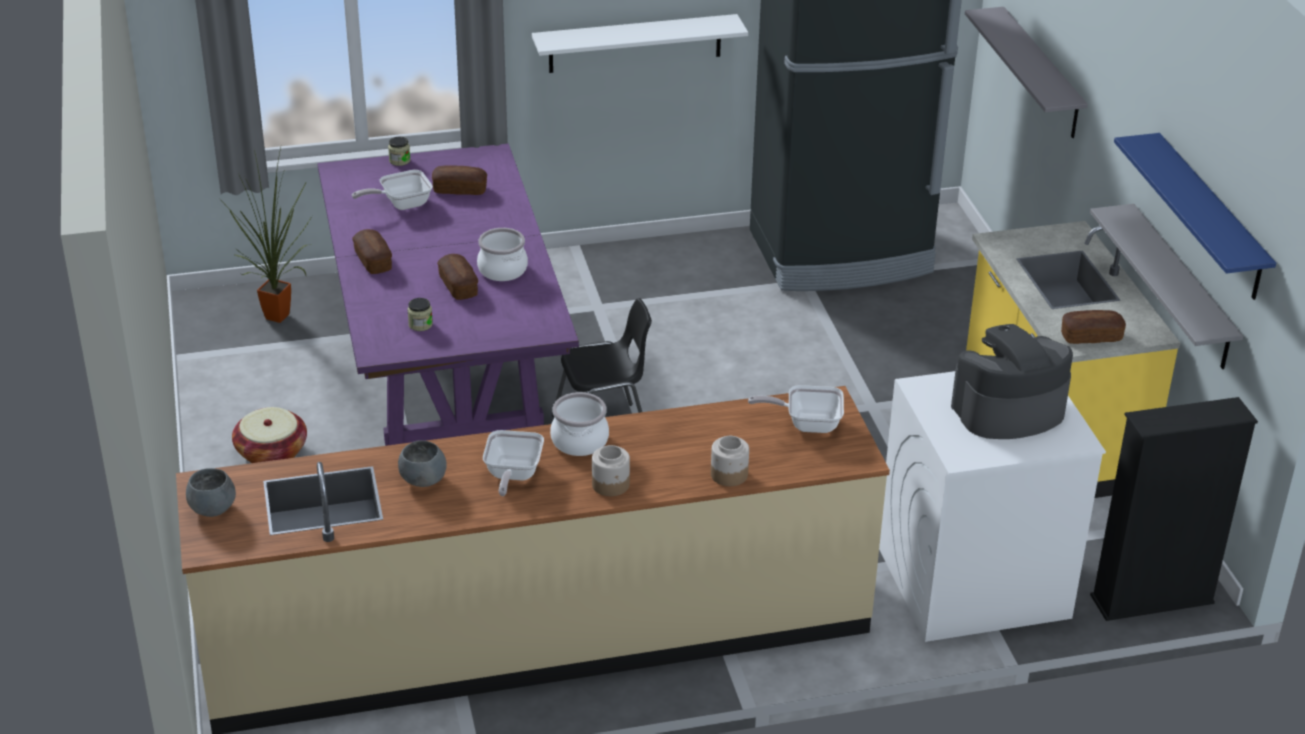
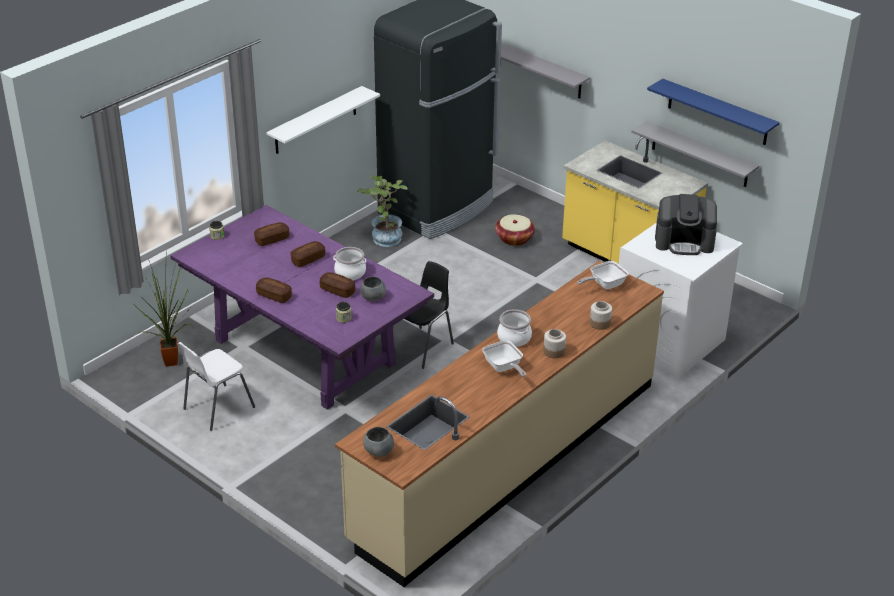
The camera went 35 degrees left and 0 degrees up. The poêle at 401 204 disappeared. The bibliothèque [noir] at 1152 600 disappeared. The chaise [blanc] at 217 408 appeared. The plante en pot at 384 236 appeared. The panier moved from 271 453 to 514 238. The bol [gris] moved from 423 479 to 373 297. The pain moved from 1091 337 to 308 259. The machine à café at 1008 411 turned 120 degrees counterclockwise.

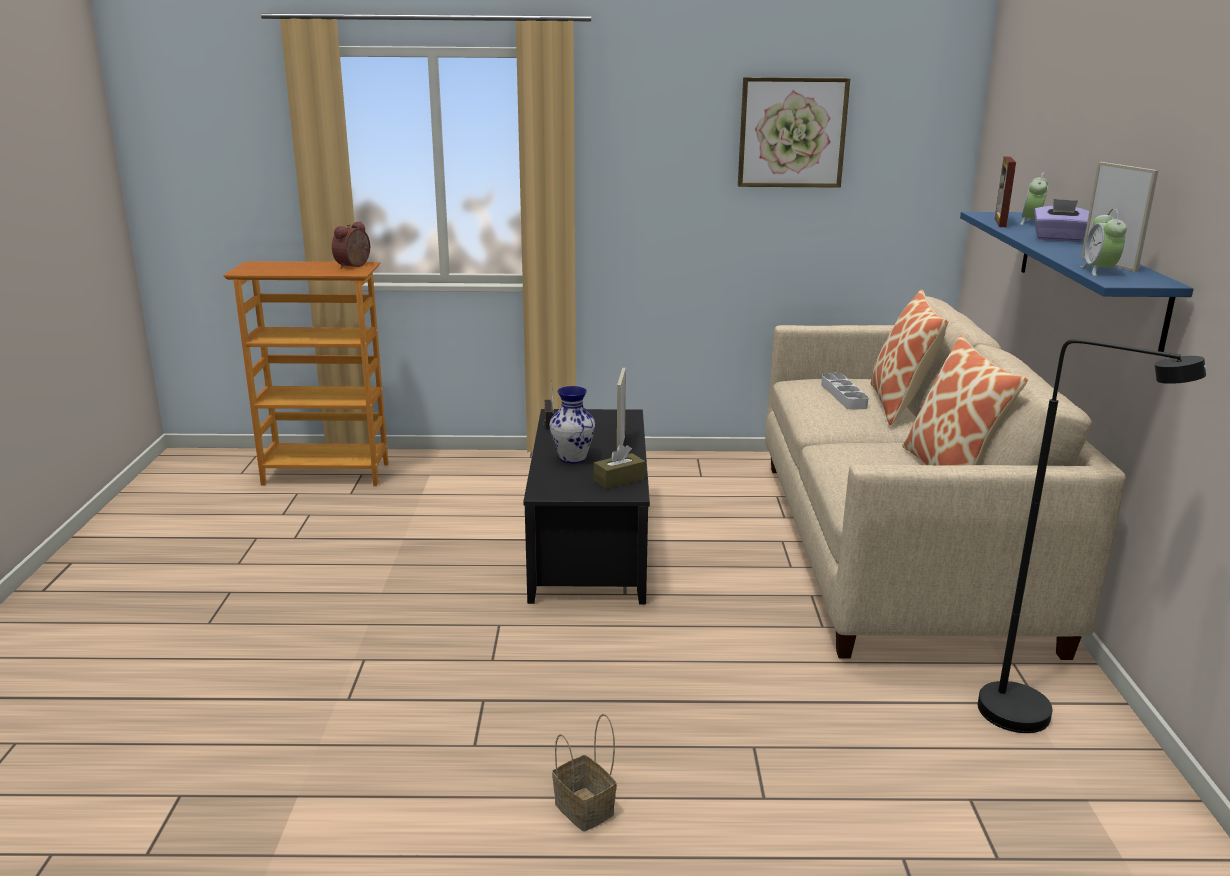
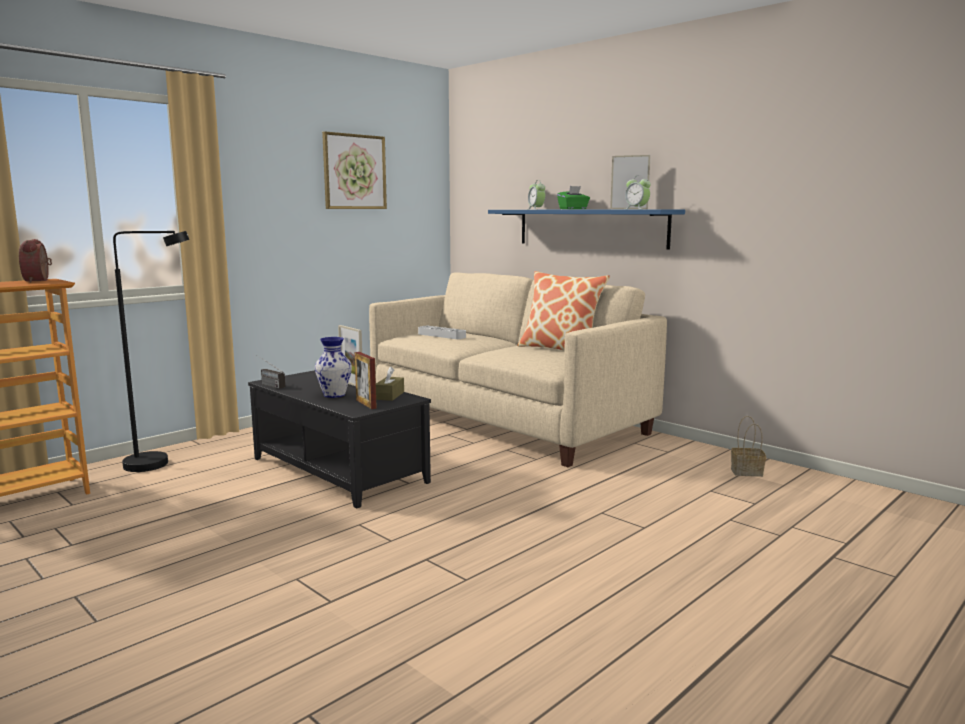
The camera went 45 degrees left and 10 degrees down. The coussin at 900 405 disappeared. The panier moved from 586 809 to 747 472. The lampadaire [noir] moved from 1035 717 to 159 463. The cadre photo moved from 1000 223 to 366 404. The boîte à mouchoirs [violet] at 1058 239 became the boîte à mouchoirs [vert] at 573 209.

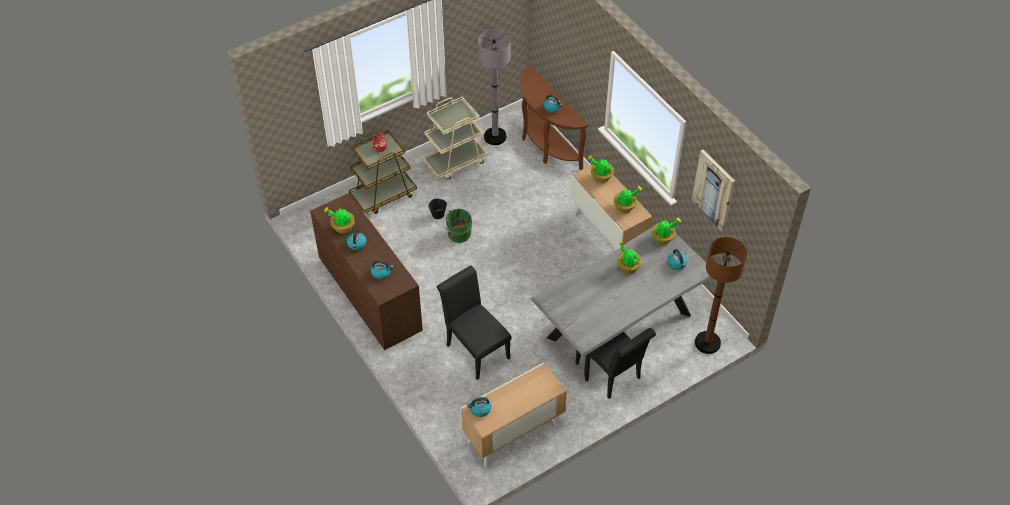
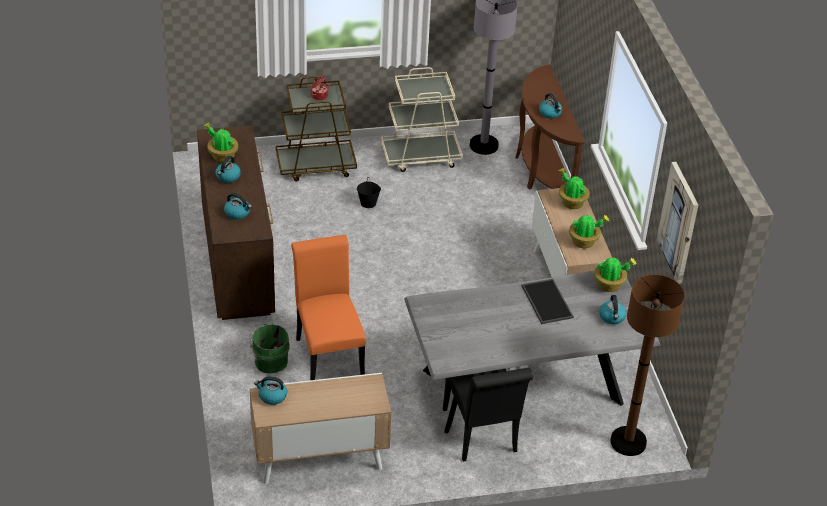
The camera went 20 degrees right and 10 degrees down. The seau [vert] moved from 458 234 to 269 362. The plante en pot at 627 267 was replaced by the plateau at 546 301. The chaise [noir] at 475 348 became the chaise [orange] at 328 353.

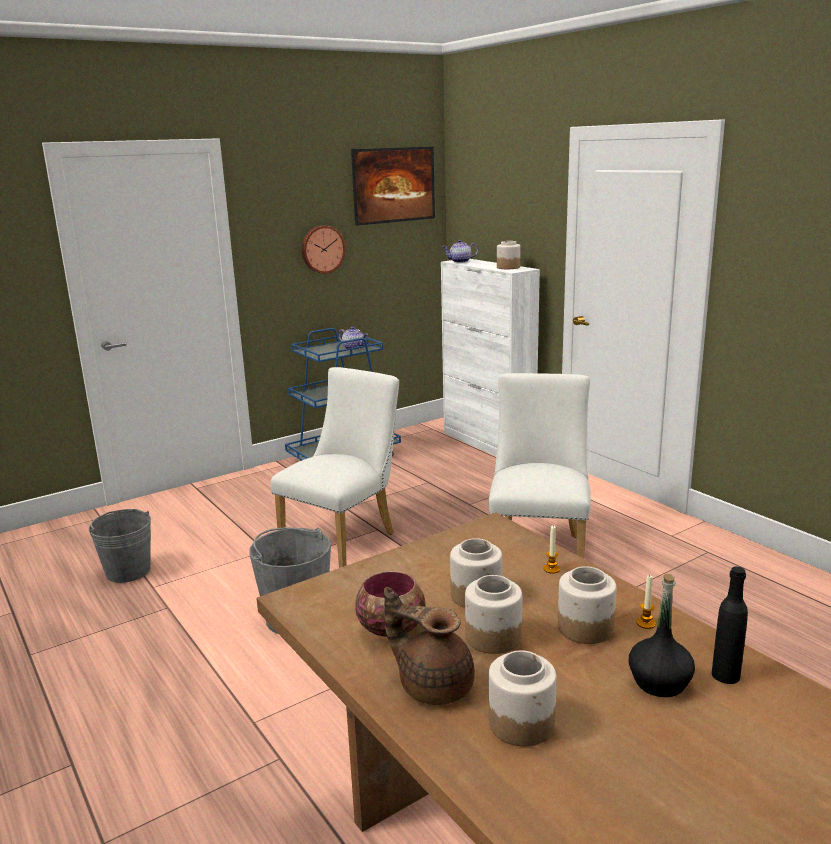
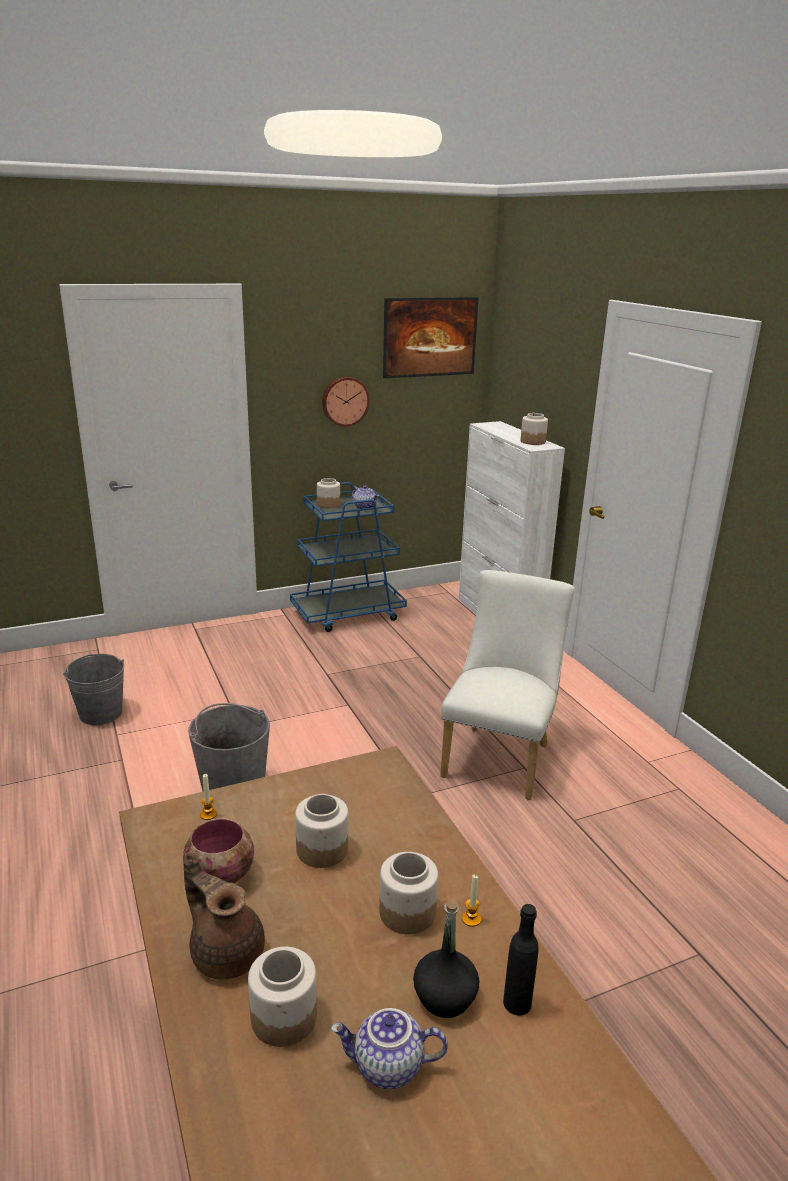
The camera went 10 degrees right and 5 degrees up. The chaise [blanc] at 344 538 disappeared. The théière moved from 460 261 to 387 1067. The bocal moved from 492 637 to 328 504. The bougie moved from 551 569 to 208 814.

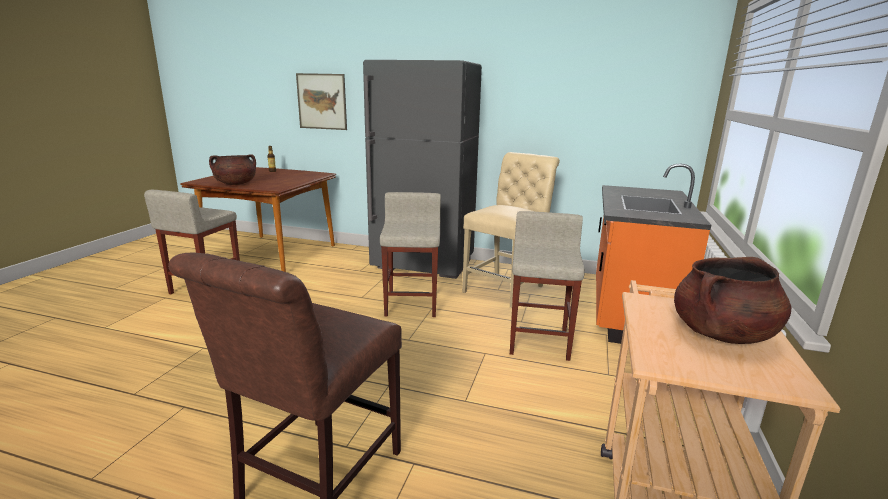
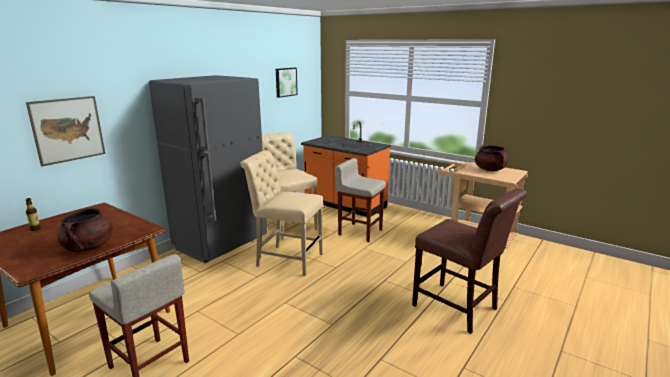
The camera went 70 degrees left and 0 degrees up. The tableau at 285 82 appeared. The tabouret [beige] at 411 304 was replaced by the chaise [beige] at 286 259.

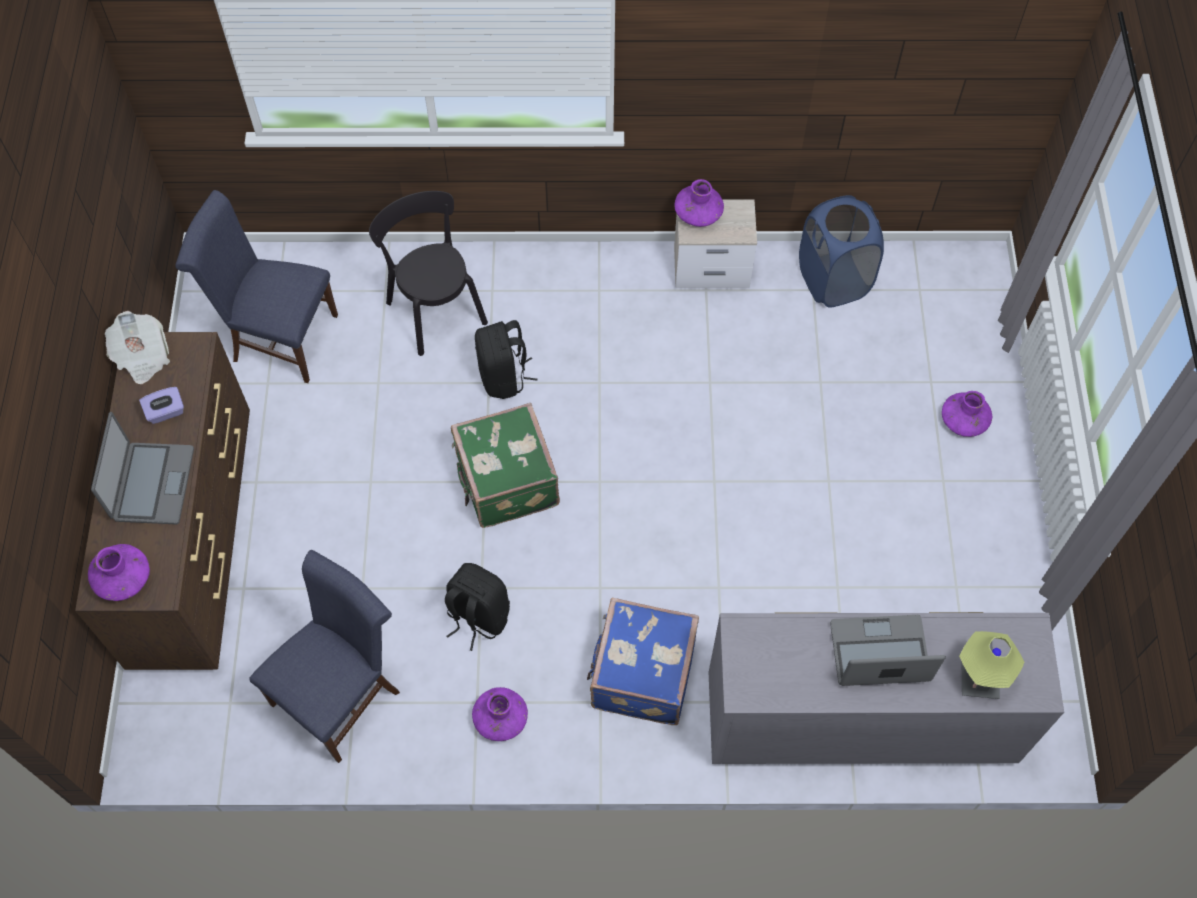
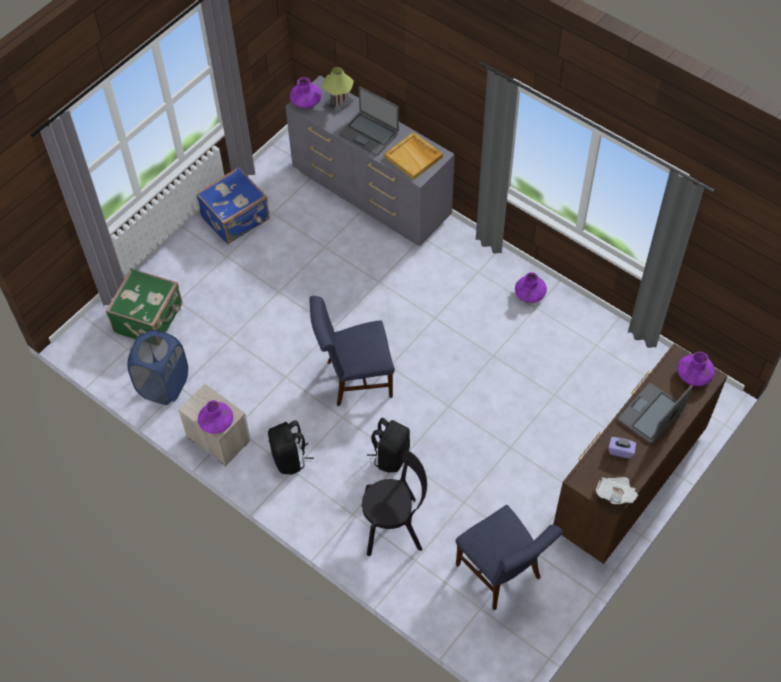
The camera went 140 degrees left and 5 degrees down. The plateau [beige] at 414 157 appeared. The chaise [bleu] moved from 341 692 to 354 379. The sac à dos [noir] moved from 477 616 to 290 458. The valise [vert] moved from 505 482 to 150 319. The valise [bleu] moved from 640 674 to 236 219. The vase [violet] moved from 963 421 to 306 101. The chaise [noir] at 434 309 turned 105 degrees counterclockwise.

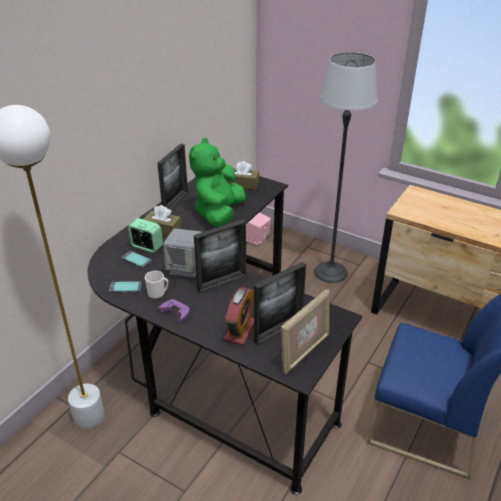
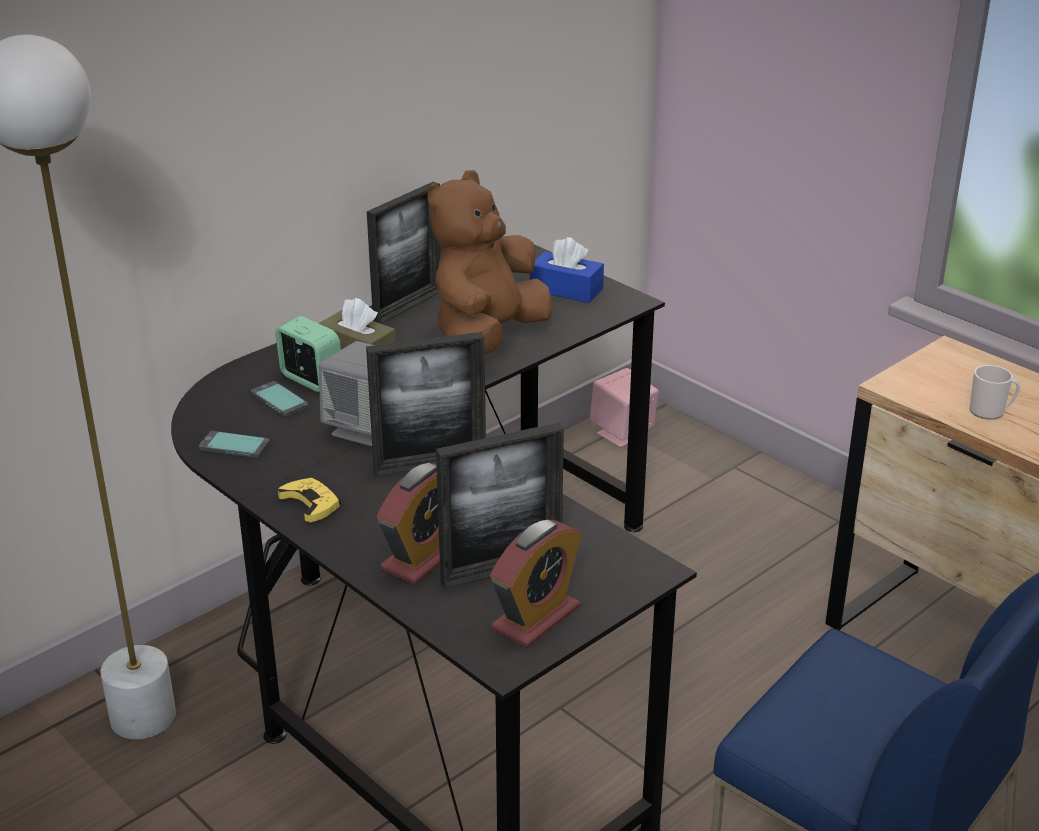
The camera went 15 degrees right and 5 degrees down. The lampadaire at 331 272 disappeared. The mug moved from 158 293 to 990 412. The cadre photo at 304 352 was replaced by the réveil at 536 618. The manette [violet] at 175 312 became the manette [jaune] at 311 503. The peluche [vert] at 219 213 became the peluche [marron] at 487 338. The boîte à mouchoirs [marron] at 243 184 became the boîte à mouchoirs [bleu] at 566 290.

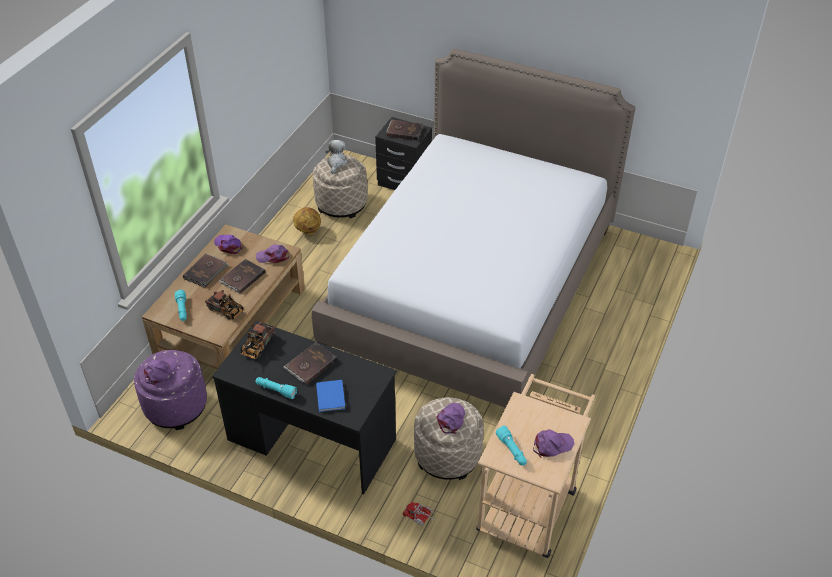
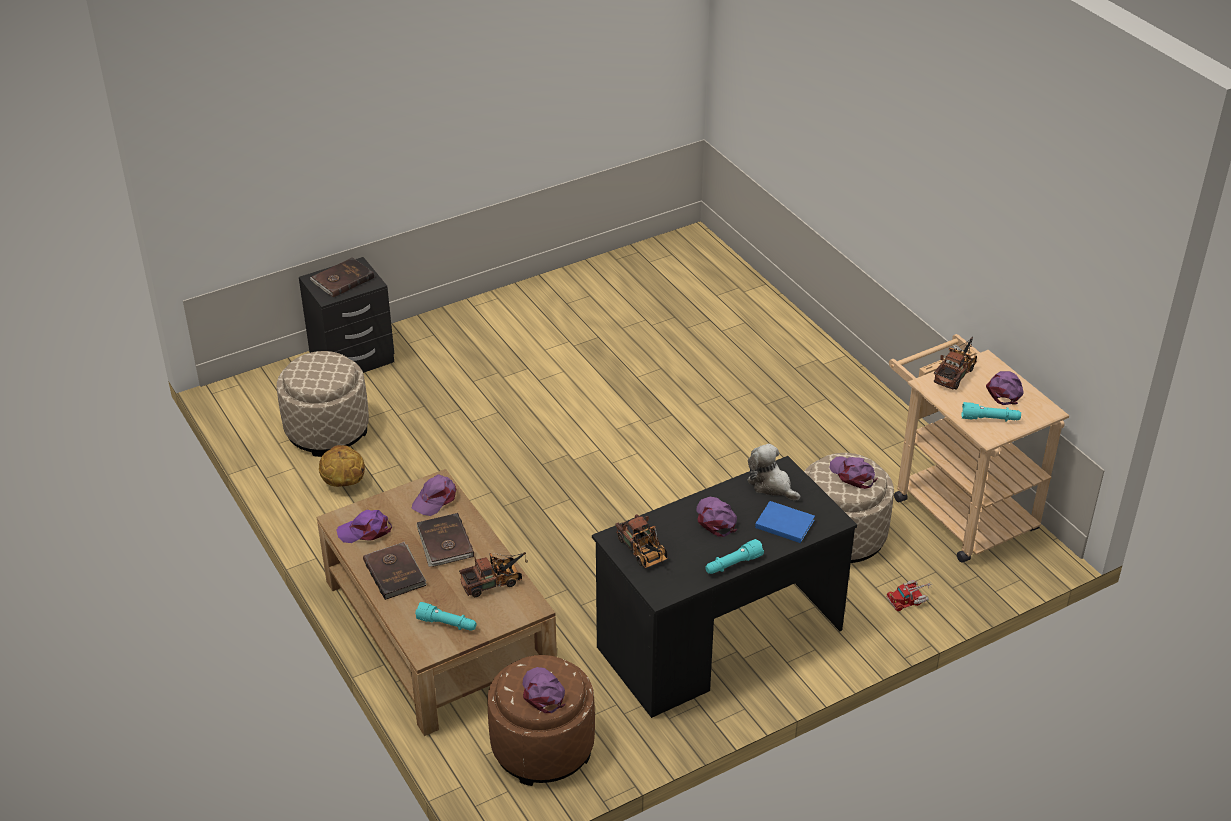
The camera went 55 degrees left and 5 degrees down. The lit at 473 286 disappeared. The camion jouet at 956 373 appeared. The peluche moved from 336 163 to 771 485. The livre [marron] at 310 364 was replaced by the casquette [violet] at 716 519. The pouf [violet] at 175 406 became the pouf [marron] at 542 747.

